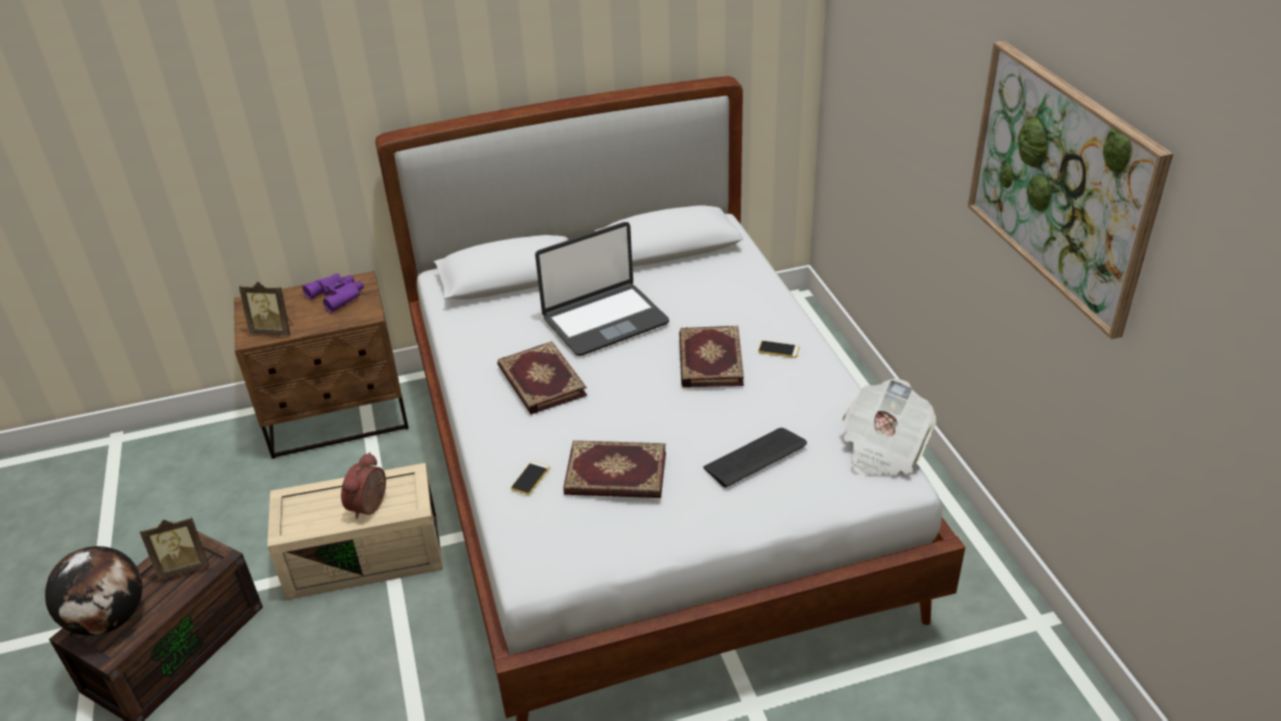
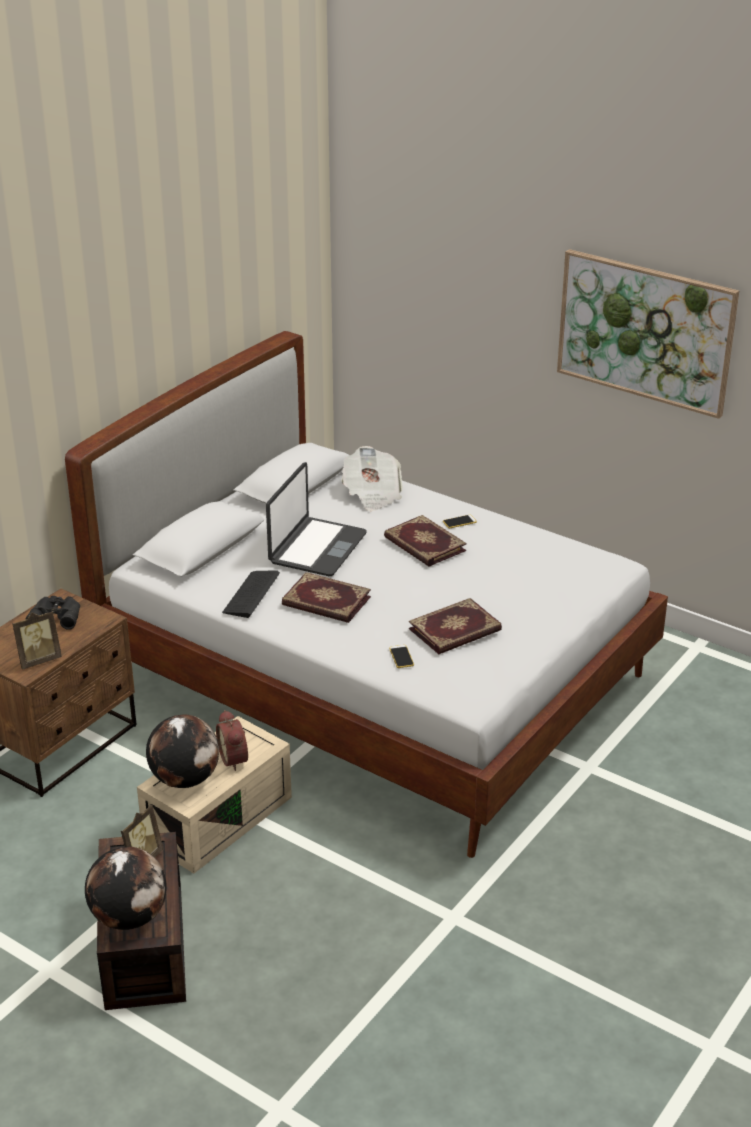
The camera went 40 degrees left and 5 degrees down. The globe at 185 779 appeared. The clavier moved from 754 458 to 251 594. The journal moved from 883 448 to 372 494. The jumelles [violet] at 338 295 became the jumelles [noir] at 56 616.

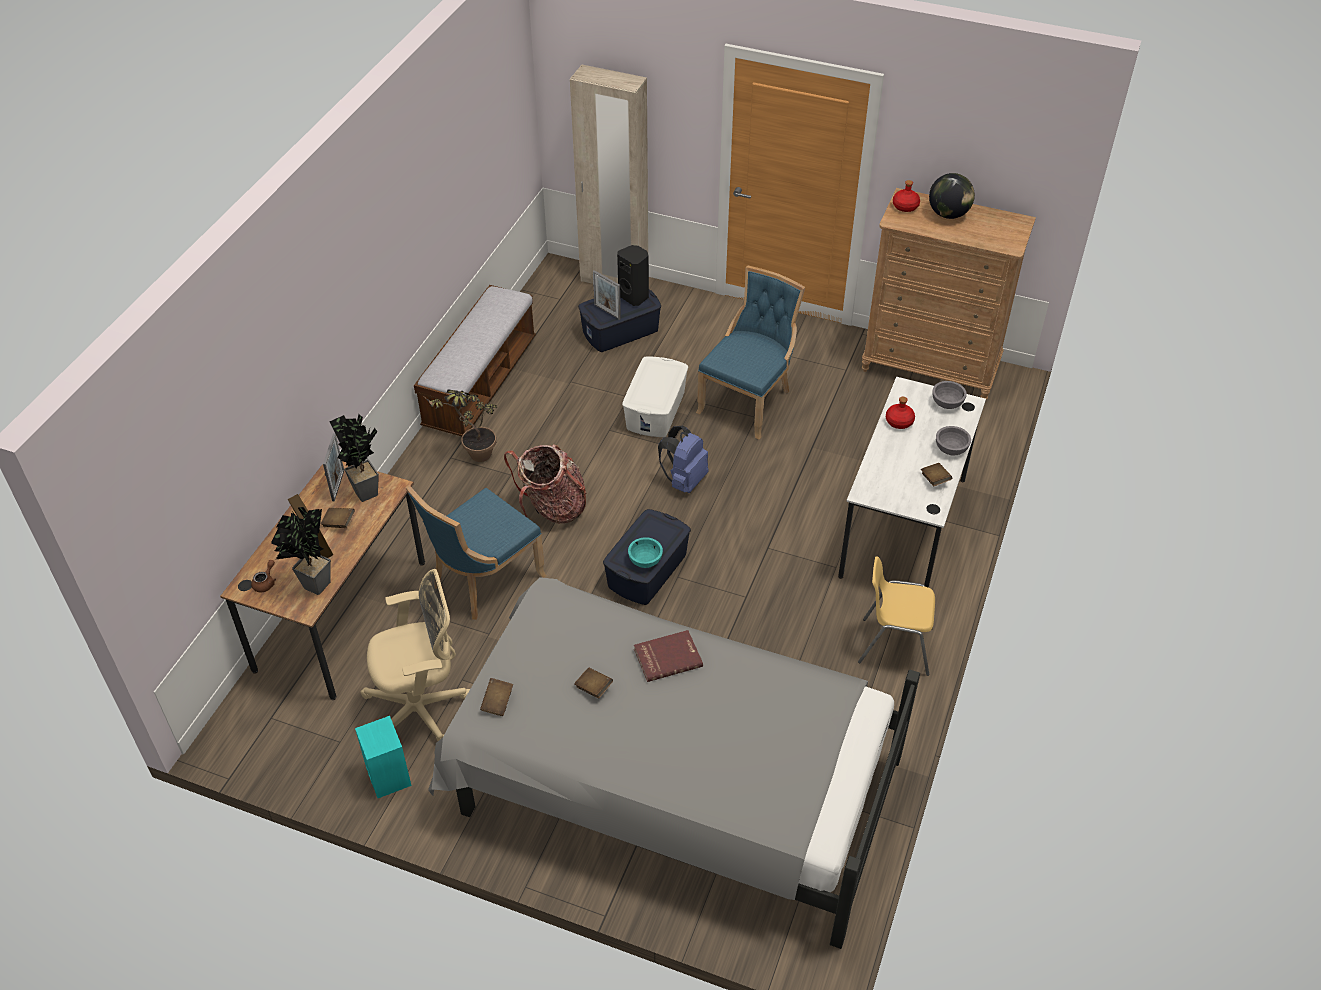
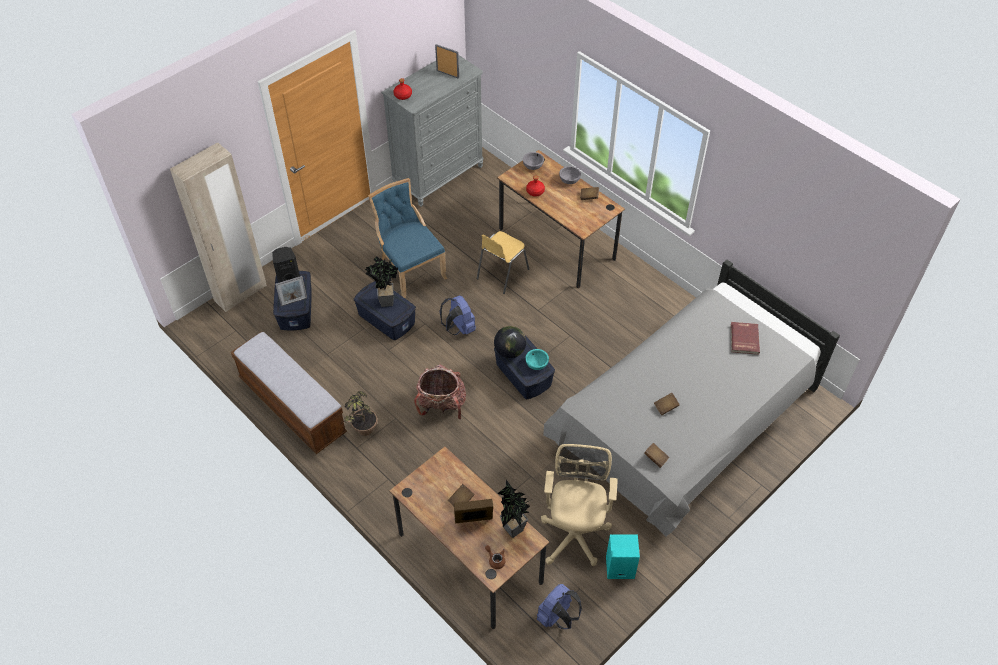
The camera went 65 degrees left and 5 degrees up. The chaise [bleu] at 483 581 disappeared. The sac à dos [bleu] at 557 617 appeared. The cadre photo moved from 338 485 to 447 74. The plante en pot moved from 366 489 to 384 301. The livre [rouge] moved from 667 657 to 743 339. The chaise [jaune] moved from 894 645 to 501 274. The globe moved from 948 214 to 510 351. The boîte de rangement [blanc] at 656 410 became the boîte de rangement [bleu] at 386 318. The bureau [blanc] at 903 527 became the bureau [marron] at 556 244. The commode [marron] at 930 367 became the commode [gris] at 438 176.

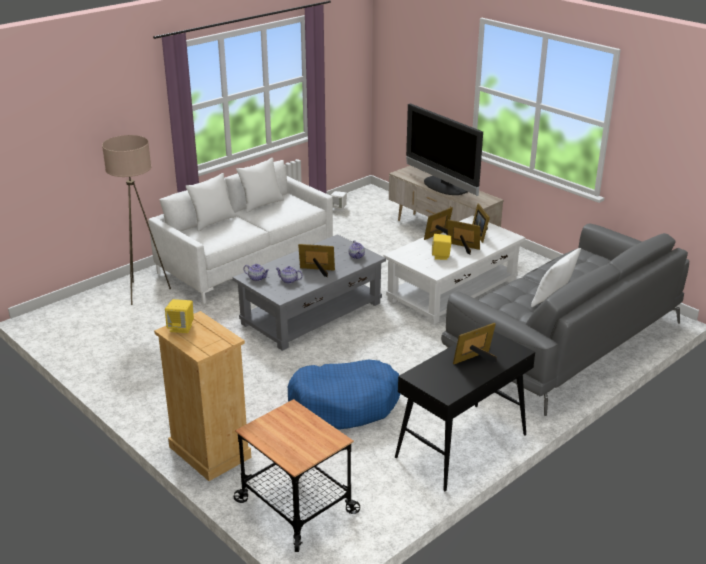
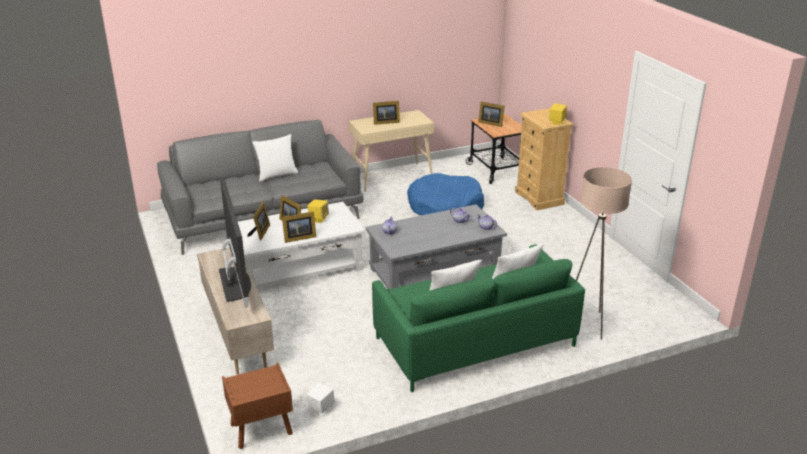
The camera went 160 degrees left and 0 degrees up. The table de chevet [marron] at 260 429 appeared. The cadre photo moved from 317 271 to 490 123. The canapé [blanc] at 246 261 became the canapé [vert] at 474 342. The table console [noir] at 461 446 became the table console [beige] at 392 177.

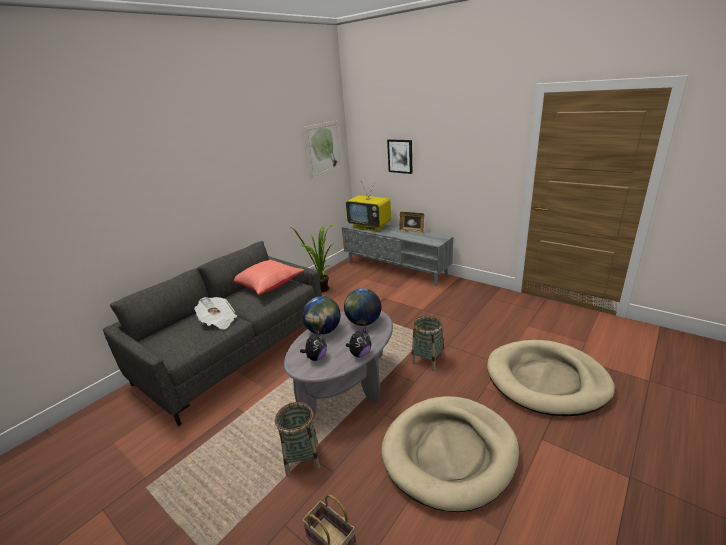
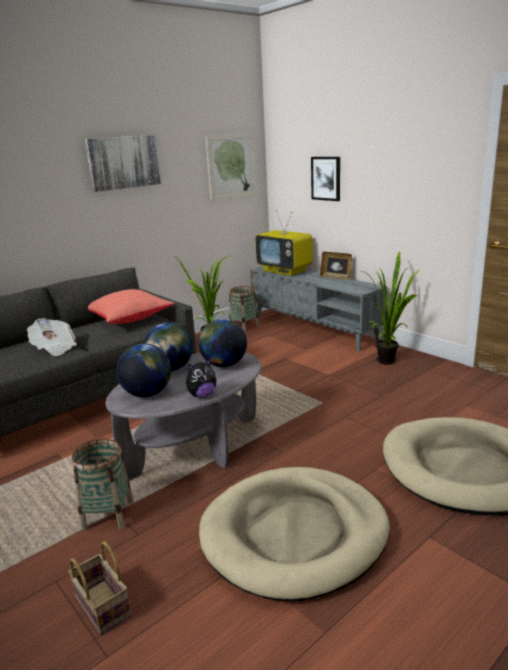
The camera went 10 degrees right and 5 degrees down. The tableau at 123 162 appeared. The plante en pot at 389 359 appeared. The panier moved from 427 360 to 244 326. The peluche at 316 357 was replaced by the globe at 147 393.

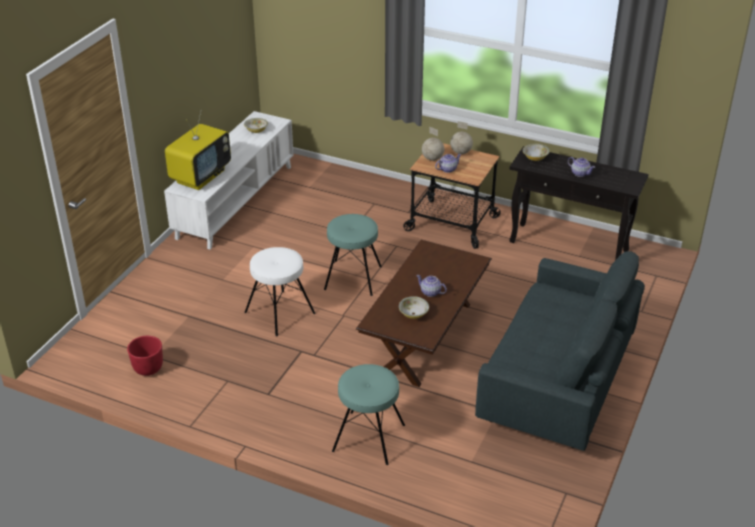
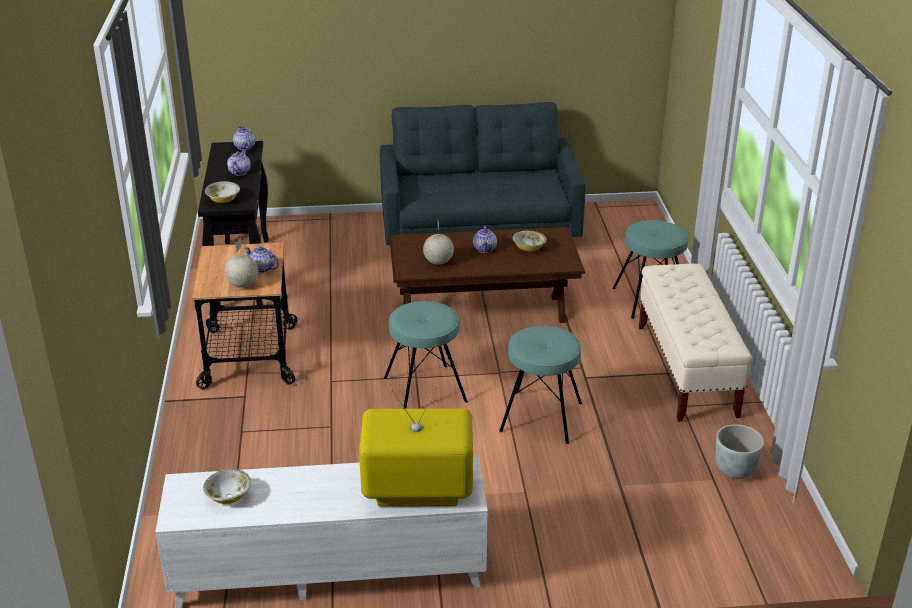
The camera went 120 degrees left and 5 degrees down. The théière at 244 147 appeared. The banc [beige] at 686 371 appeared. The globe moved from 460 152 to 438 262. The cache-pot [rouge] at 148 369 became the cache-pot [gris] at 735 471. The tabouret [blanc] at 279 313 became the tabouret [turquoise] at 541 417.

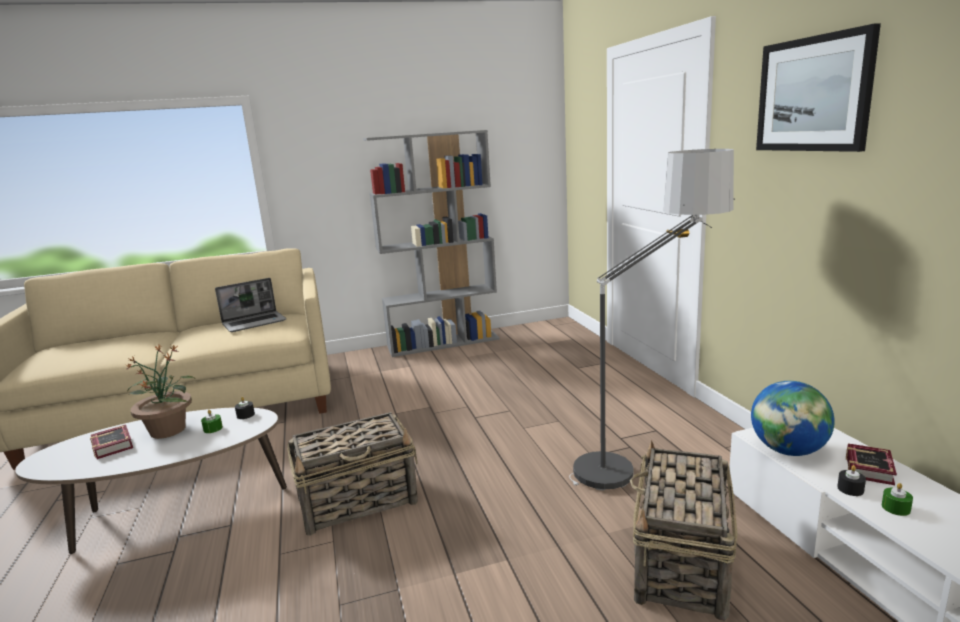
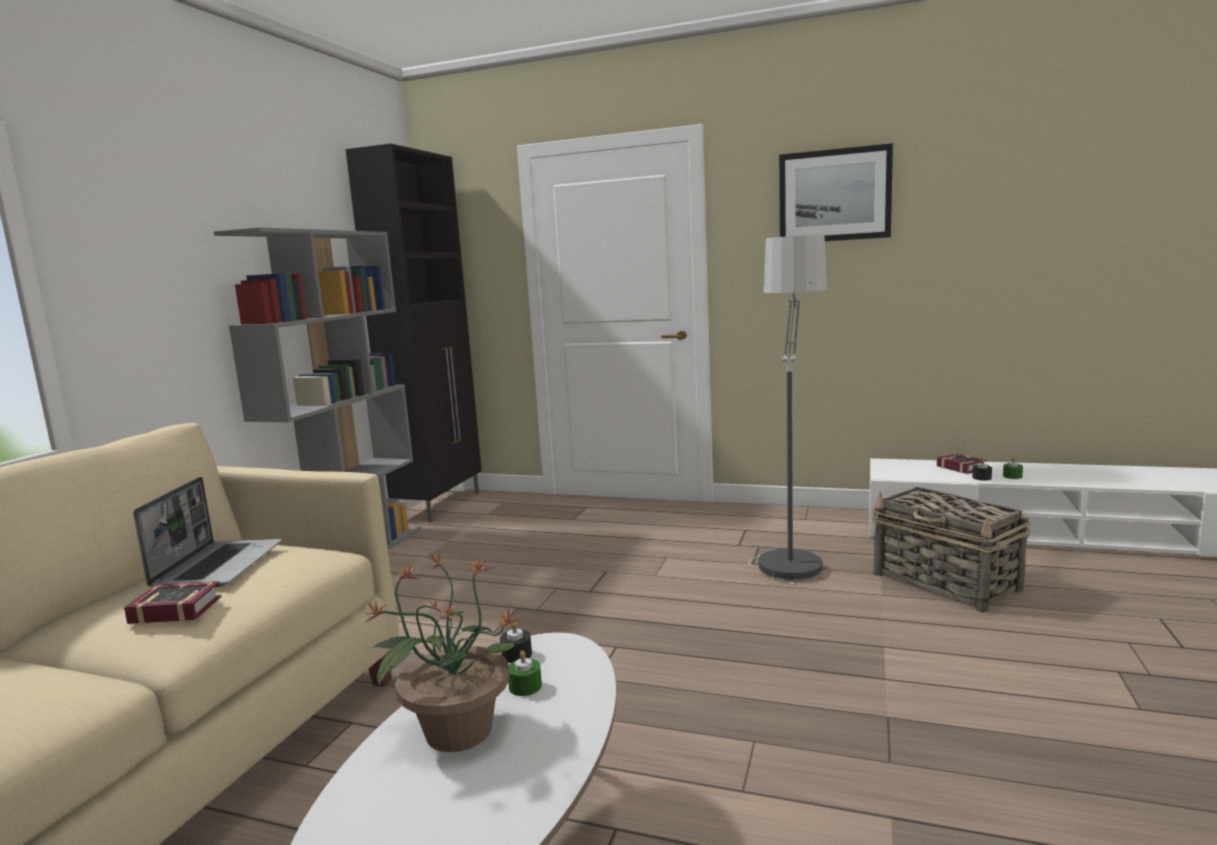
The camera went 55 degrees left and 5 degrees down. The panier at 359 501 disappeared. The globe at 788 450 disappeared. The meuble de rangement [noir] at 440 505 appeared. The livre moved from 114 445 to 173 609.

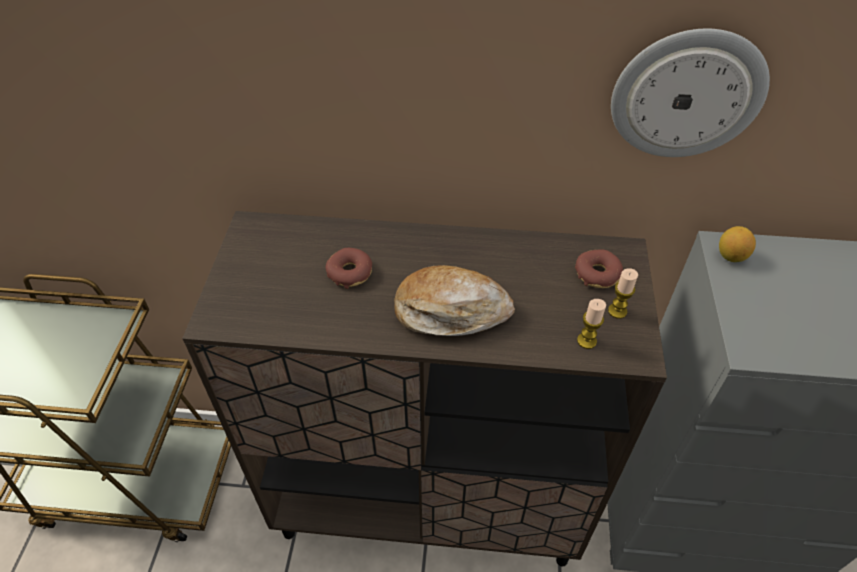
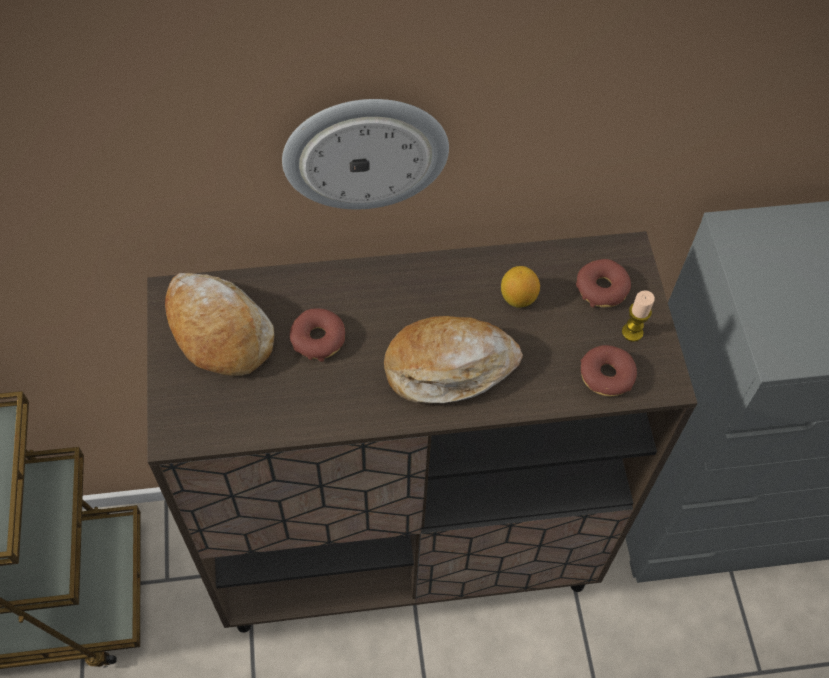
The camera went 15 degrees left and 10 degrees up. The pain at 218 331 appeared. The horloge murale moved from 686 94 to 365 152. The citron moved from 730 256 to 517 298. The bougie at 586 341 was replaced by the beignet at 606 376.

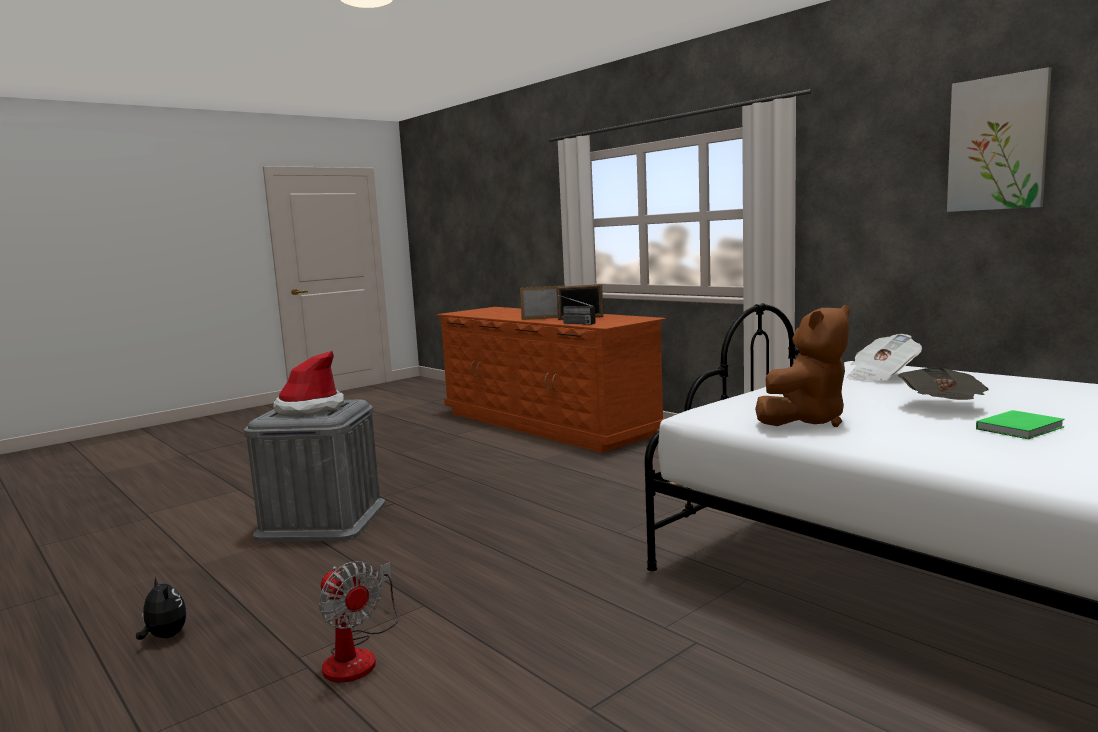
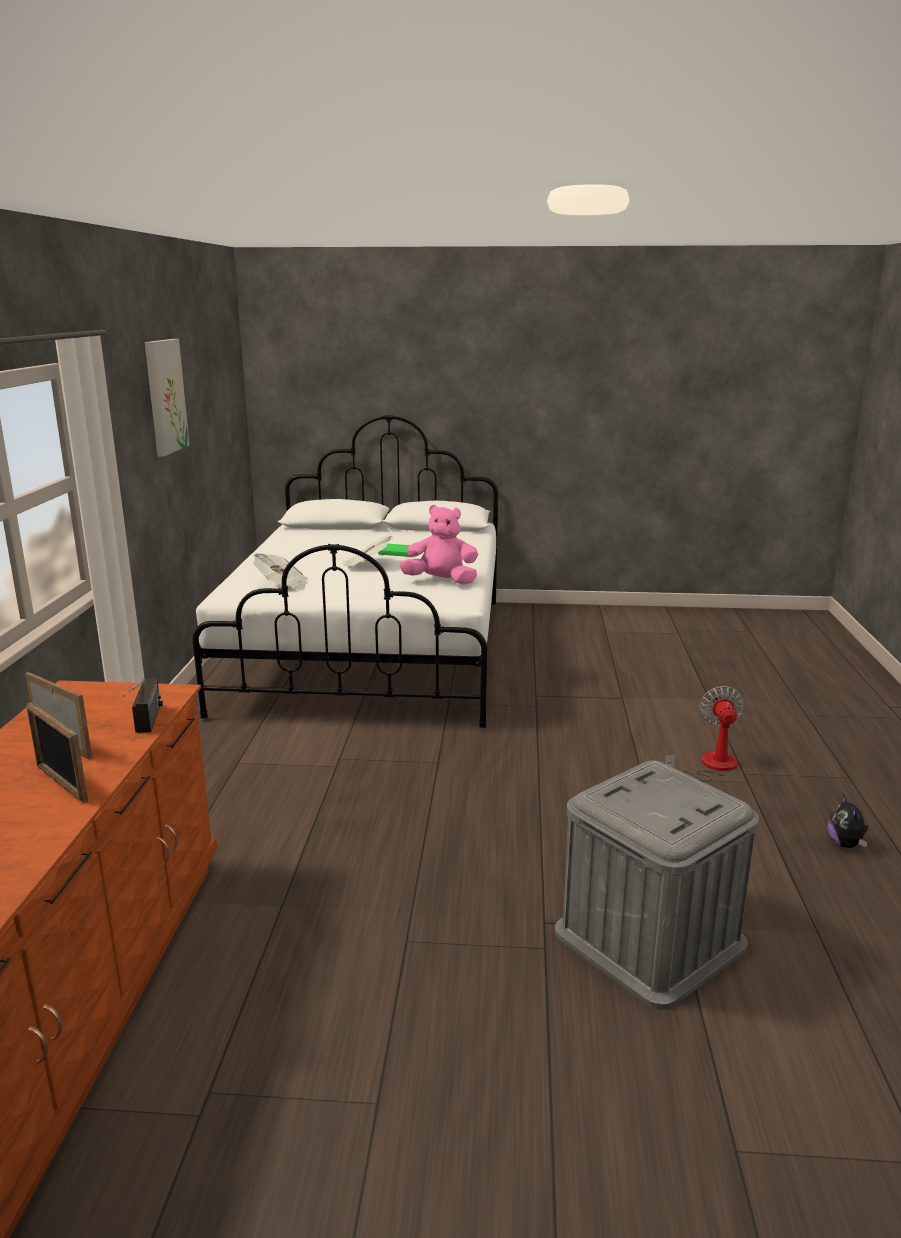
The camera went 135 degrees left and 10 degrees up. The chapeau at 309 409 disappeared. The peluche [marron] at 805 421 became the peluche [rose] at 441 581.

